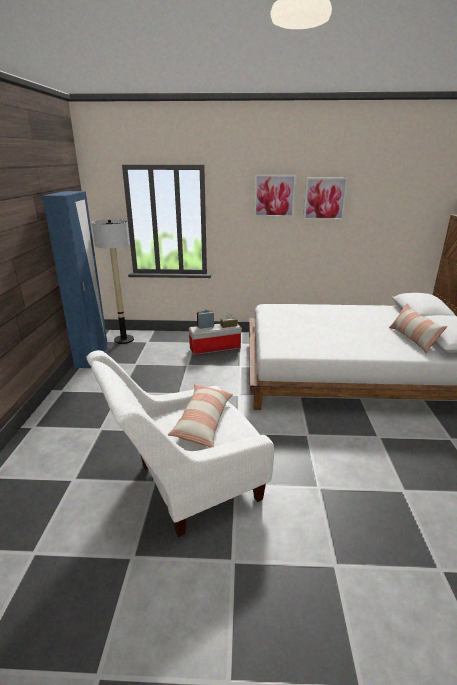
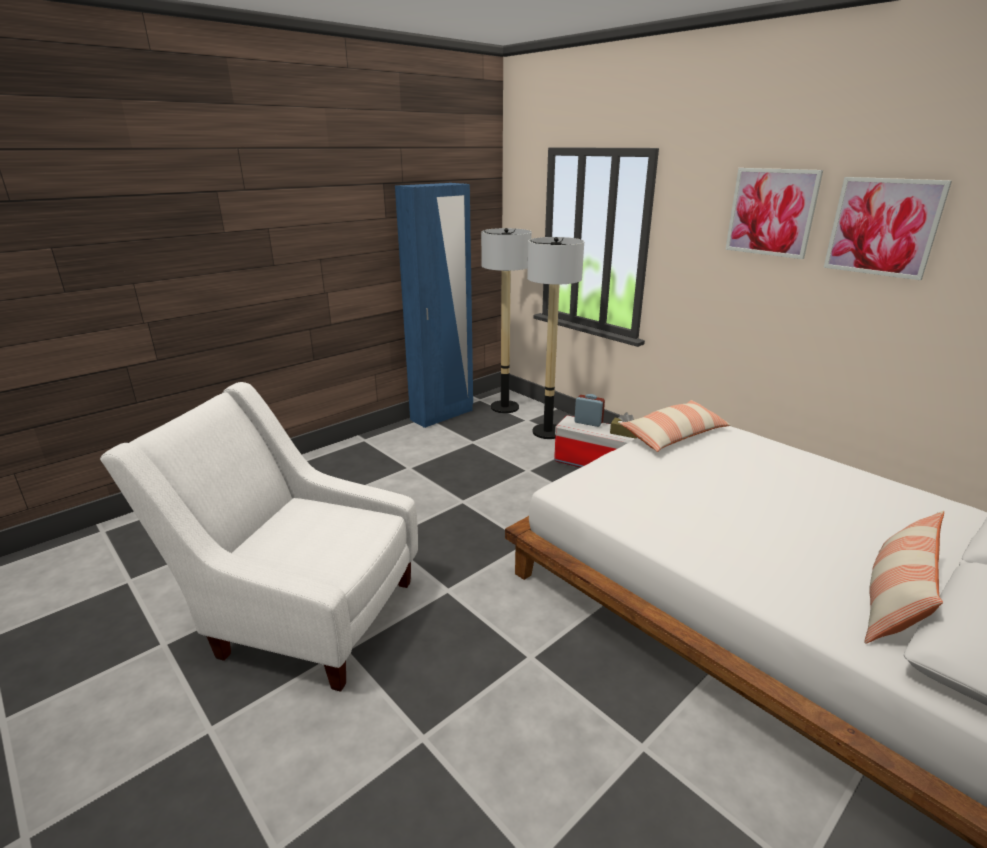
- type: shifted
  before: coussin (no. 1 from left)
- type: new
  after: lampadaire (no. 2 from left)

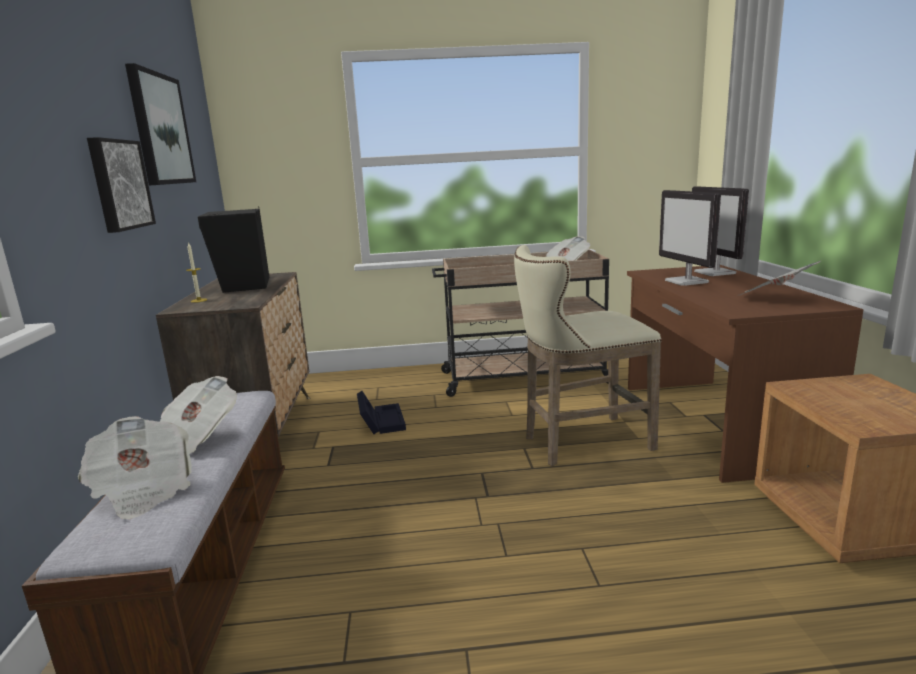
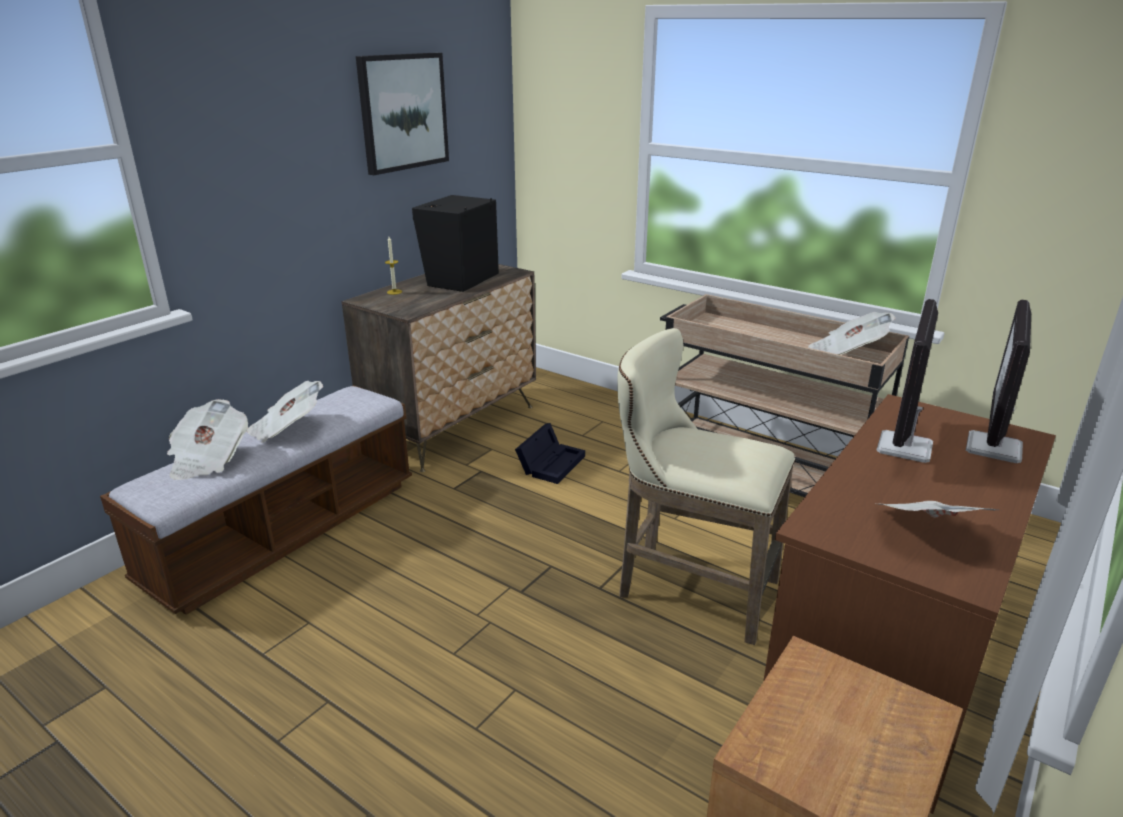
- type: gone
  before: tableau (no. 1 from left)

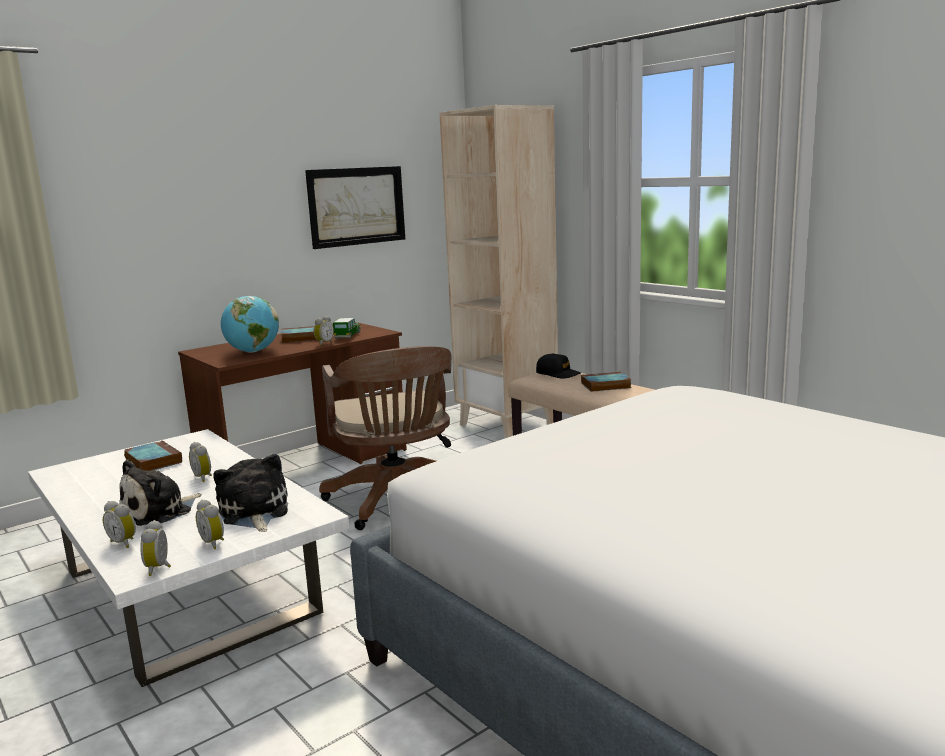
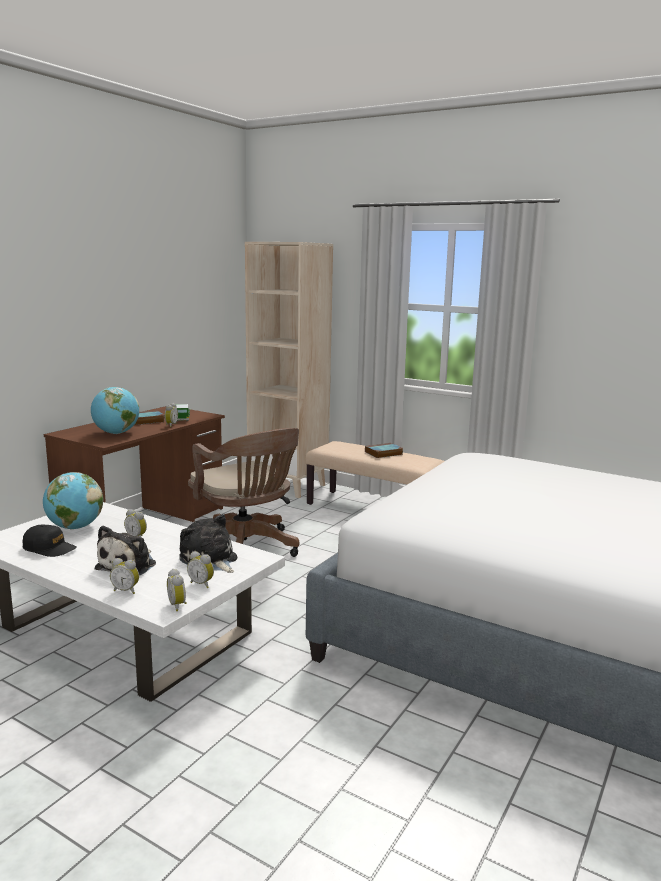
- type: gone
  before: tableau
- type: shifted
  before: casquette (noir)
- type: swapped
  before: livre (no. 1 from left)
  after: globe (no. 1 from left)

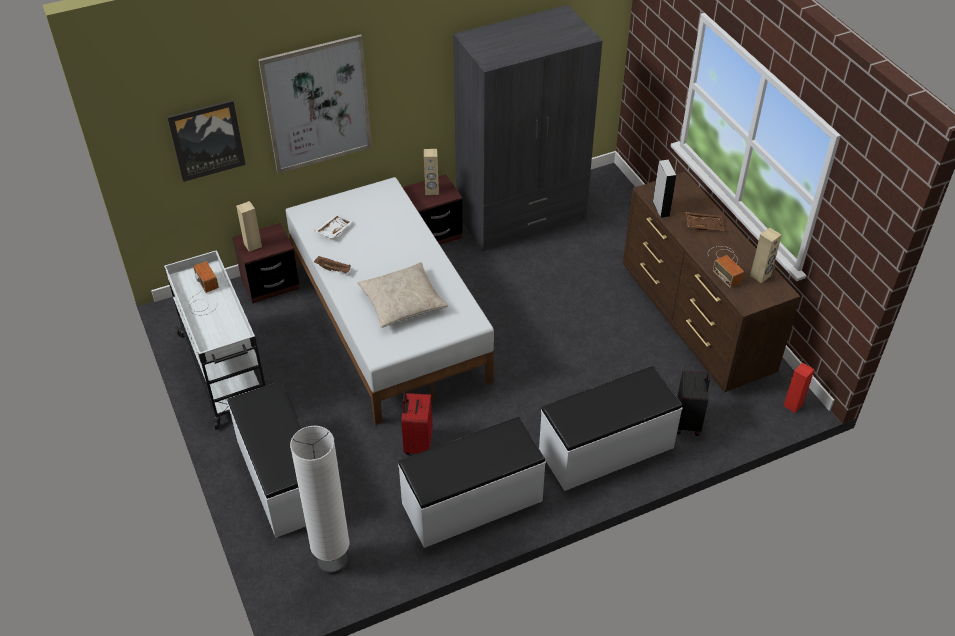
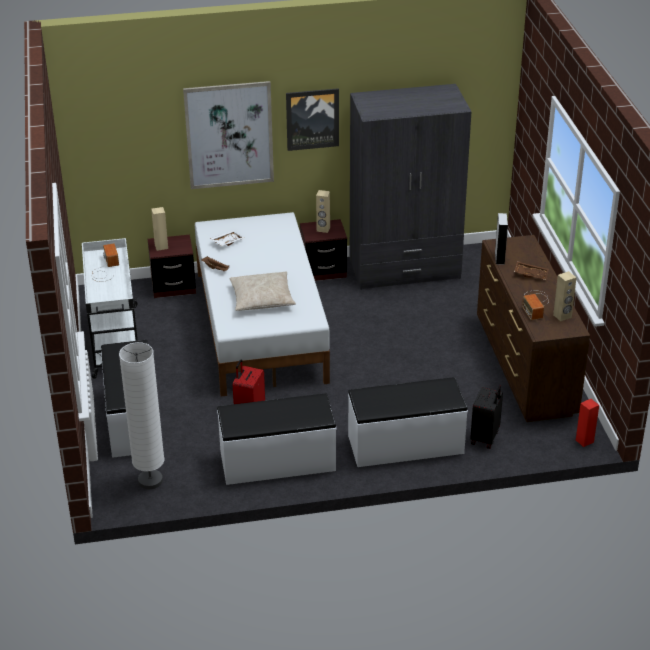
- type: shifted
  before: tableau (no. 1 from left in the first image)
  after: tableau (no. 2 from left)

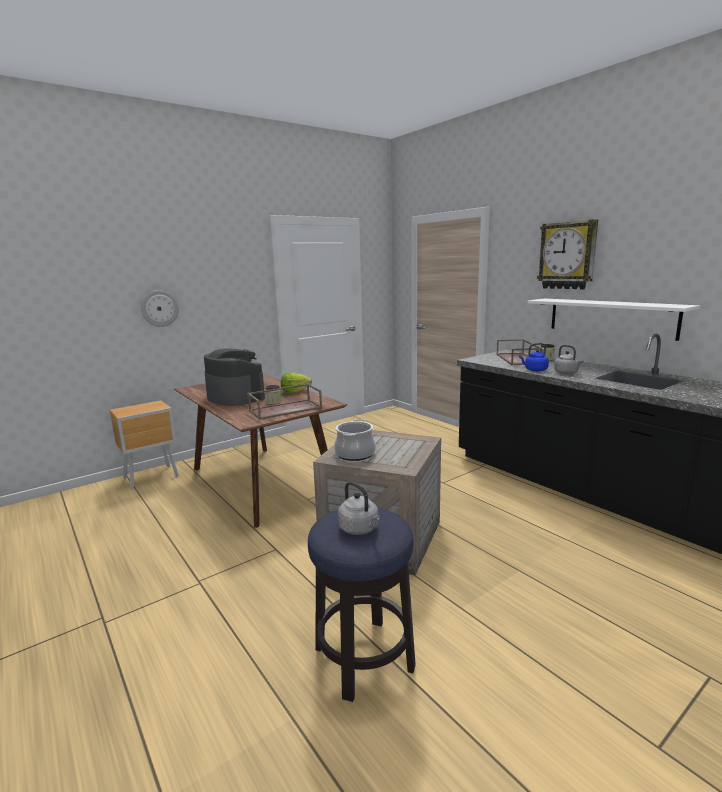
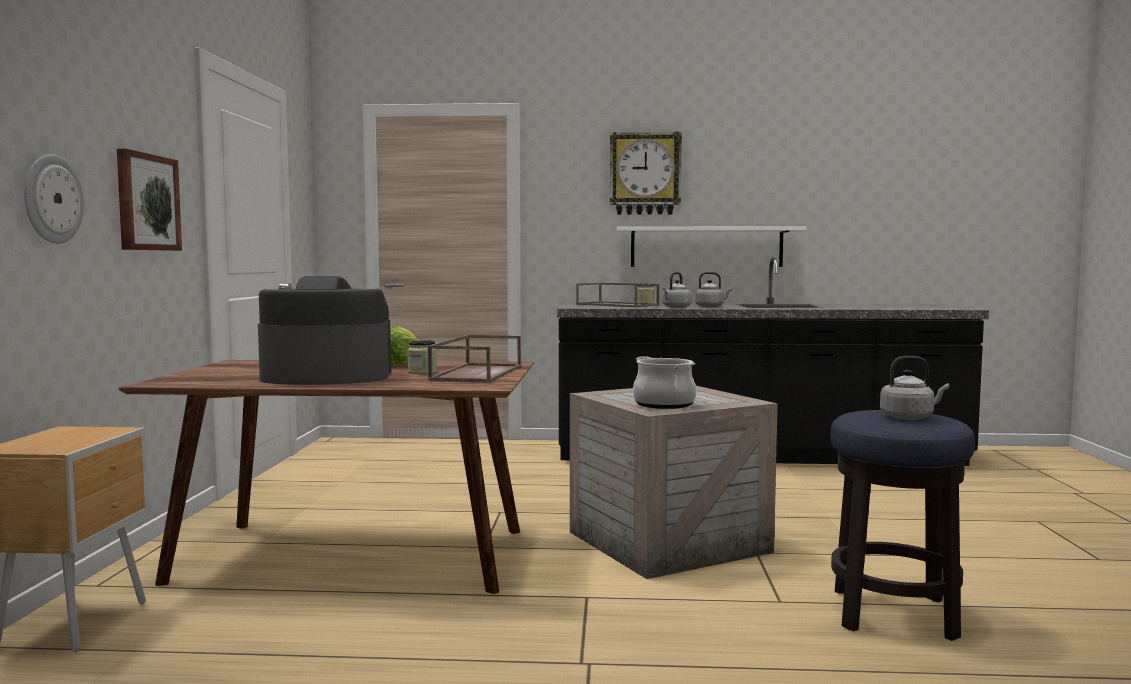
- type: repainted
  before: bouilloire (bleu)
  after: bouilloire (gris) (no. 1 from left)
- type: new
  after: tableau

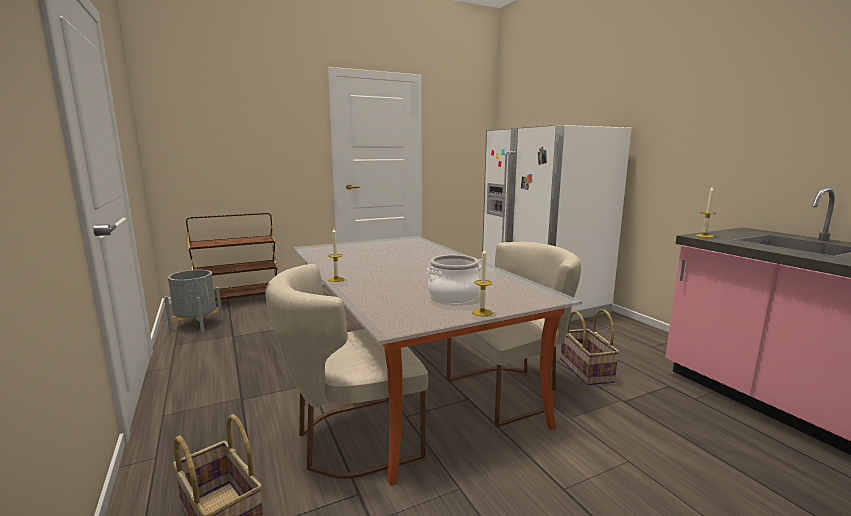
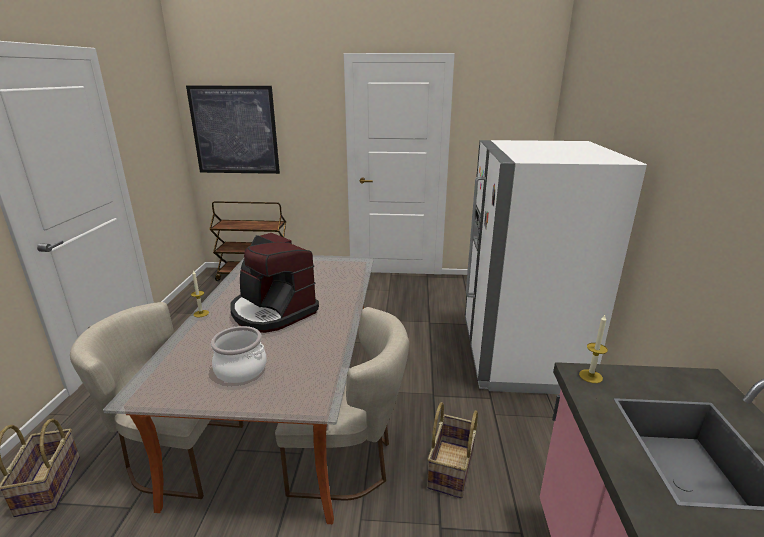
- type: gone
  before: bougie (no. 2 from left)
- type: gone
  before: cache-pot (gris)
- type: new
  after: tableau
- type: new
  after: machine à café

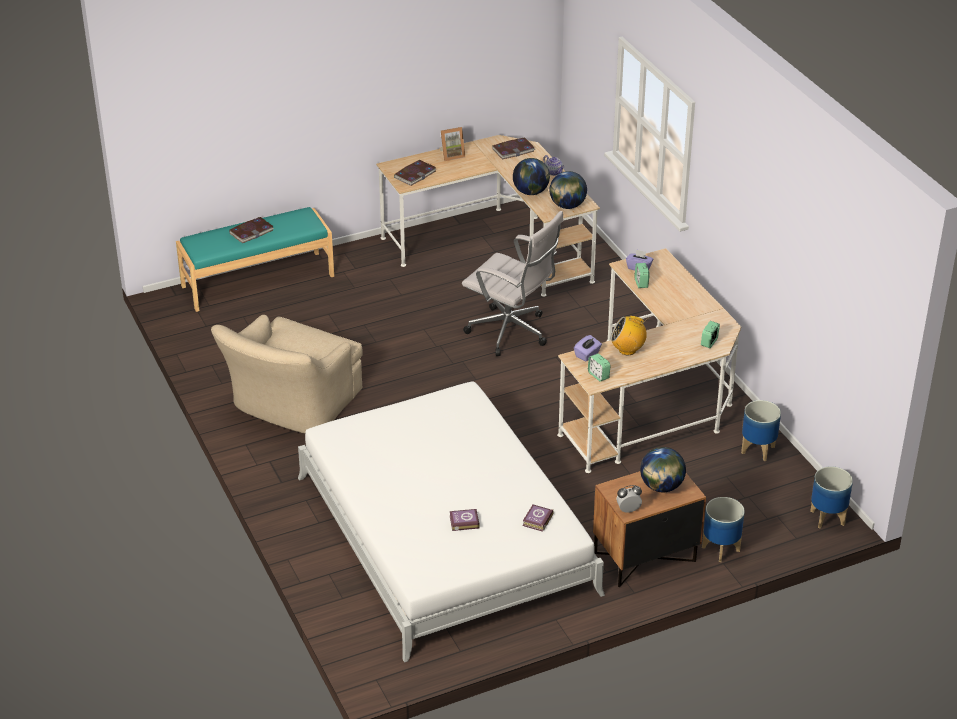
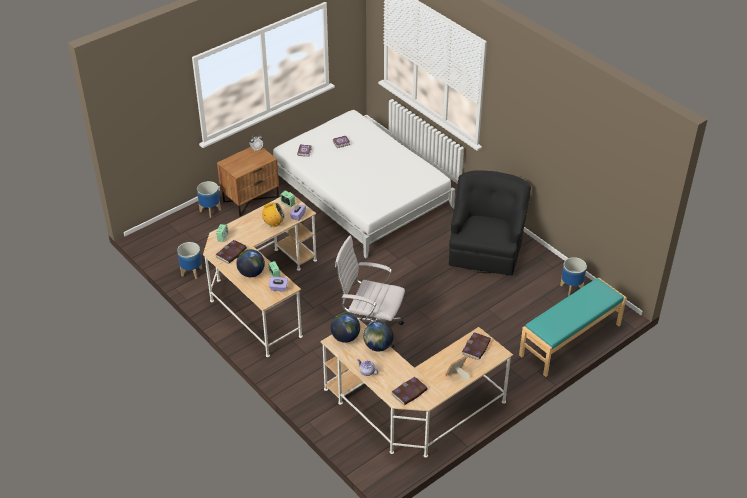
- type: shifted
  before: livre (no. 1 from left)
- type: repainted
  before: fauteuil (beige)
  after: fauteuil (noir)
- type: shifted
  before: globe (no. 3 from left in the first image)
  after: globe (no. 1 from left)
- type: shifted
  before: cache-pot (no. 3 from left)

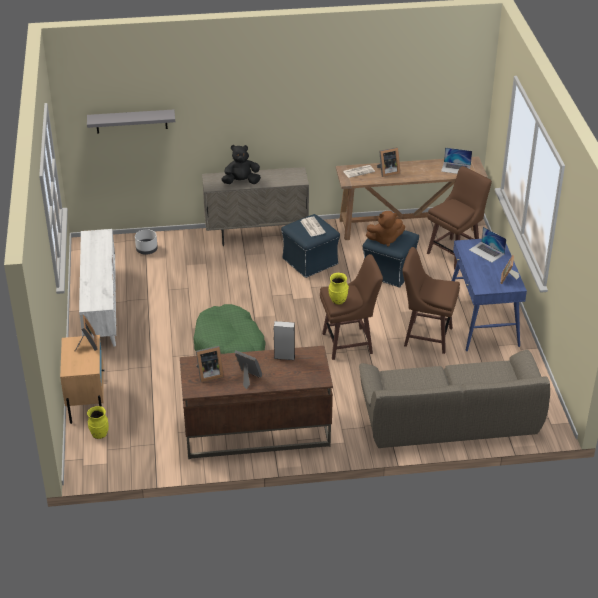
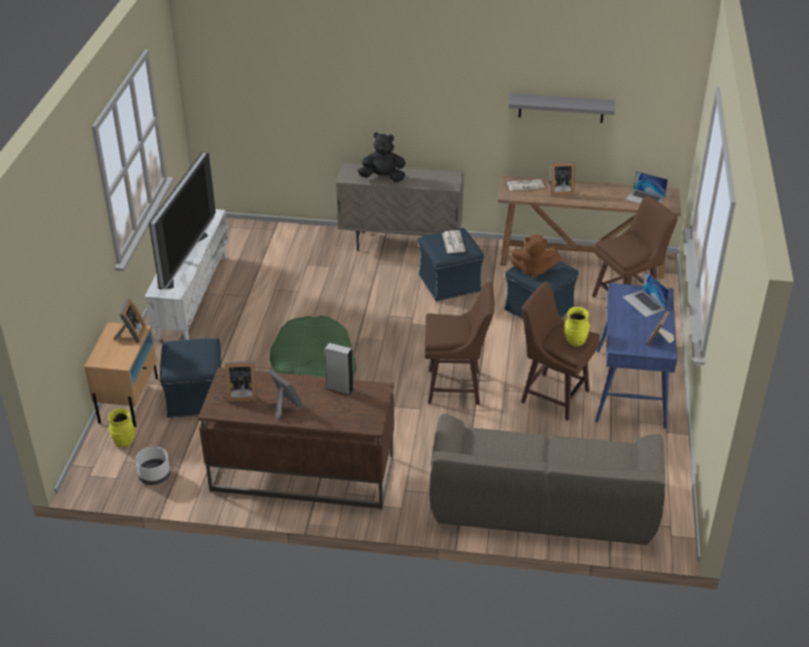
- type: shifted
  before: étagère (gris)
- type: shifted
  before: cache-pot (blanc)
- type: shifted
  before: vase (jaune) (no. 2 from left)
- type: new
  after: téléviseur
- type: new
  after: pouf (bleu) (no. 1 from left)

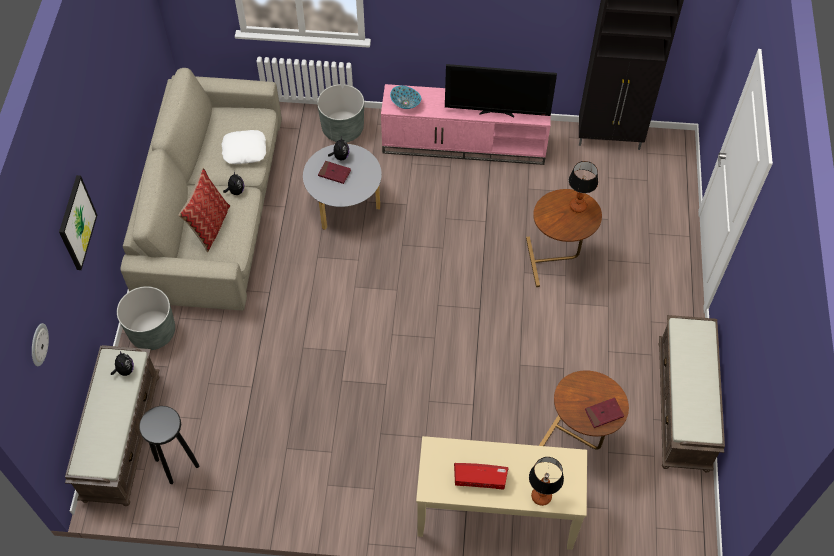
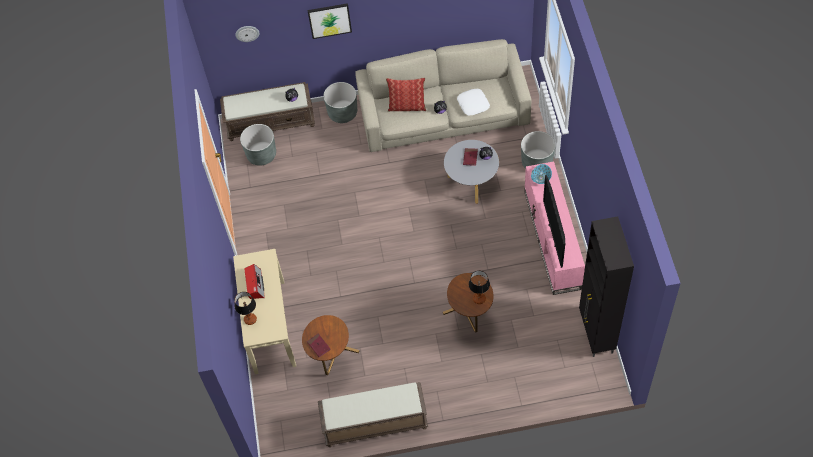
- type: swapped
  before: tabouret (noir)
  after: cache-pot (gris) (no. 1 from left)

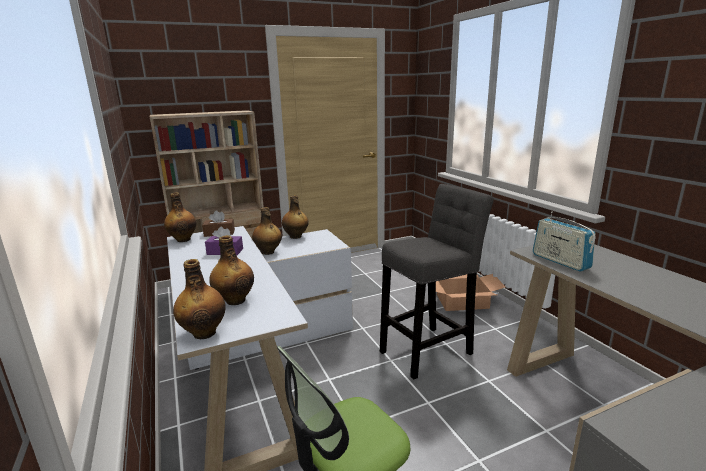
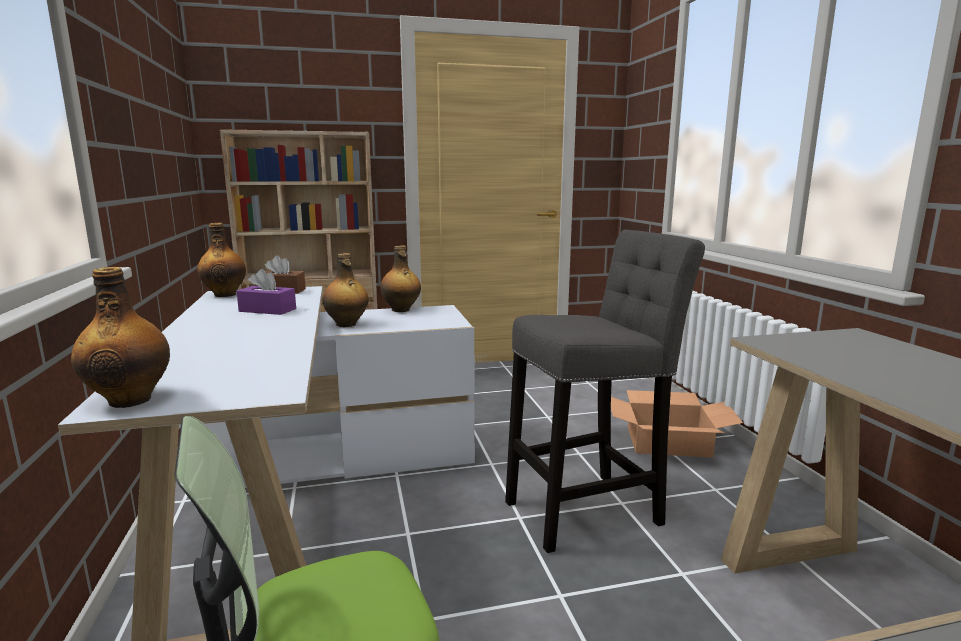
- type: gone
  before: radio
- type: gone
  before: bouteille (no. 3 from left)

